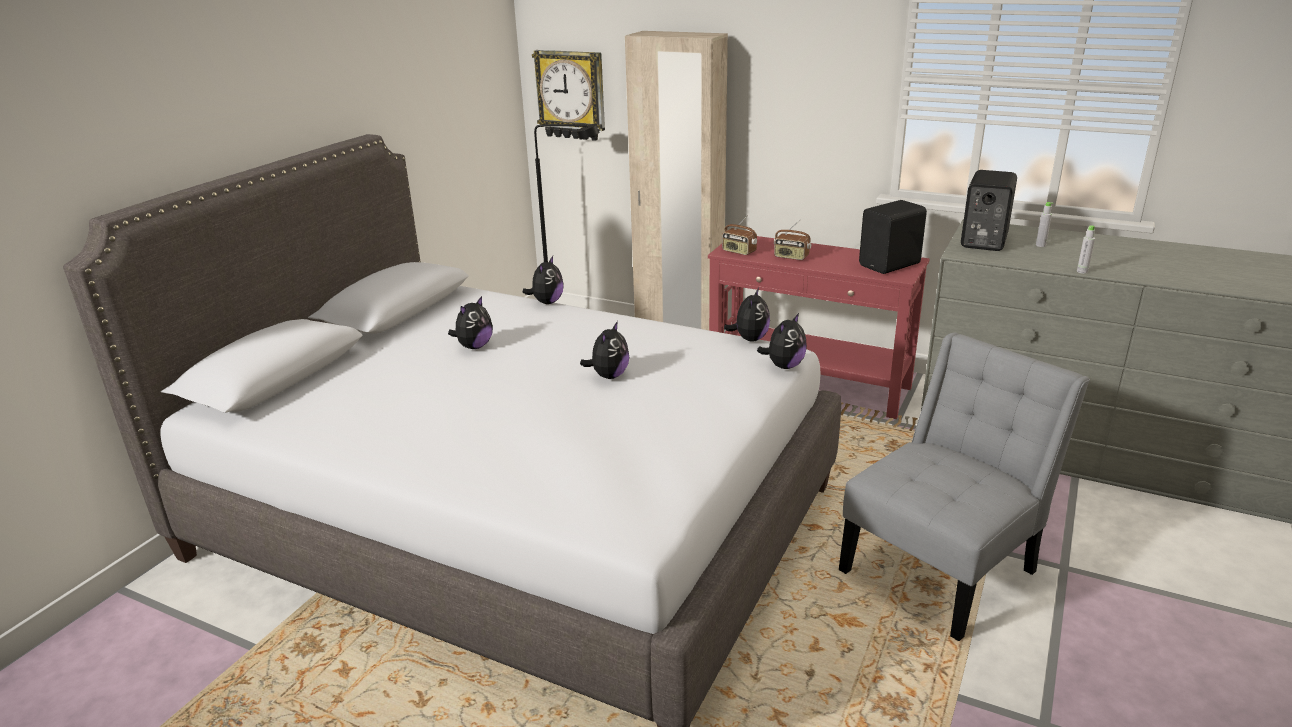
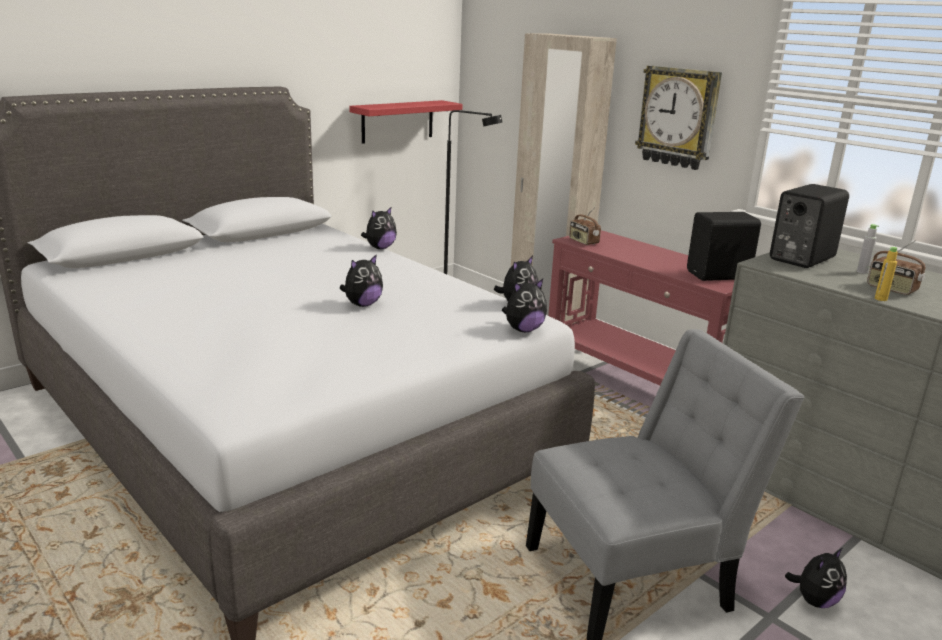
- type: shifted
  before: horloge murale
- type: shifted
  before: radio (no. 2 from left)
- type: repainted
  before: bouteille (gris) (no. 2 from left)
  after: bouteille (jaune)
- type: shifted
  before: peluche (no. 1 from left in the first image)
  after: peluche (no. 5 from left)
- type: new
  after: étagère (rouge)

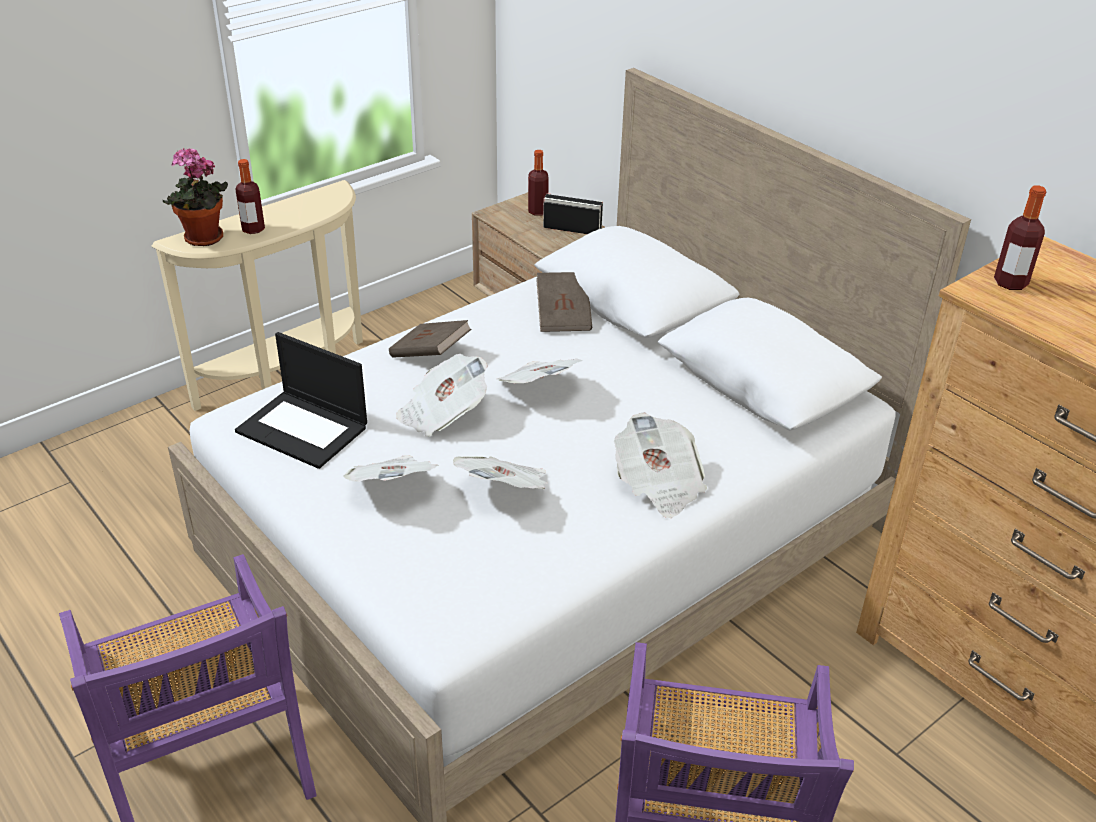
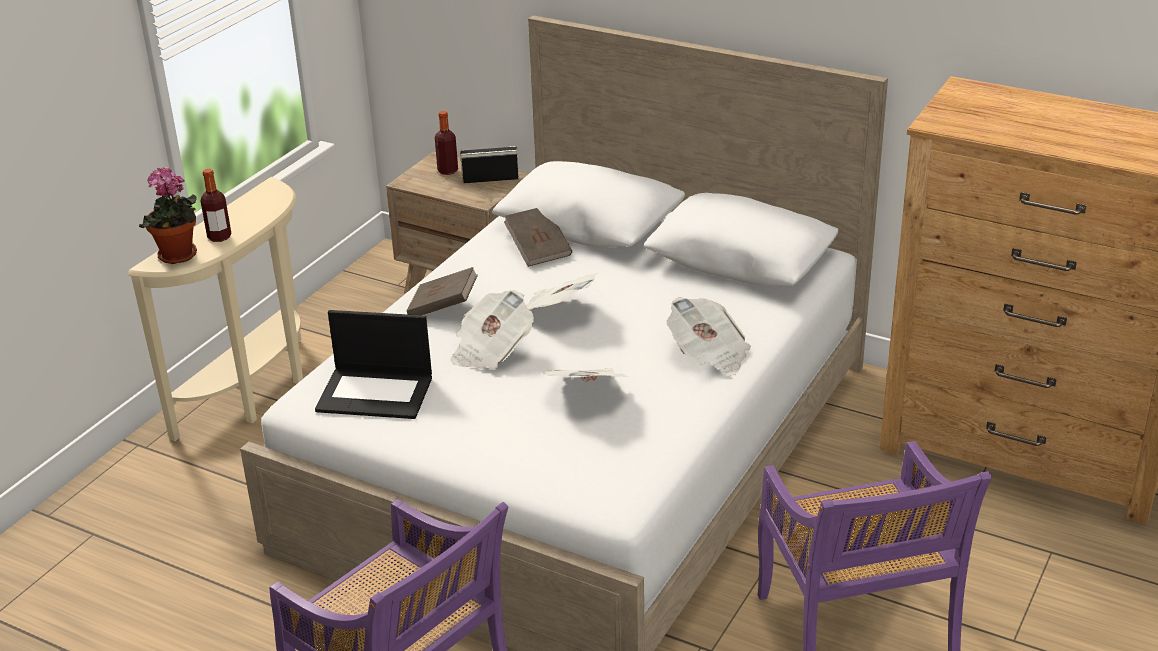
- type: gone
  before: bouteille (no. 3 from left)
- type: gone
  before: journal (no. 1 from left)

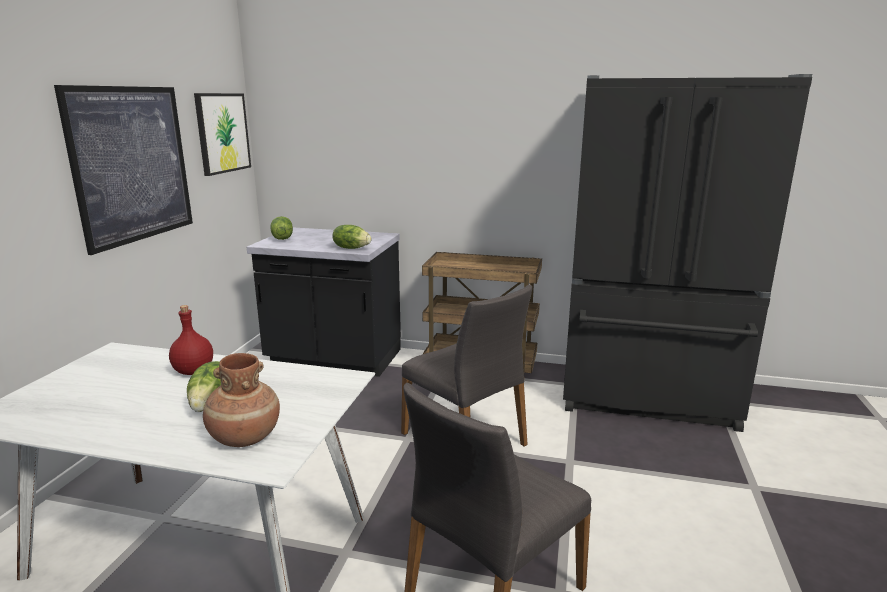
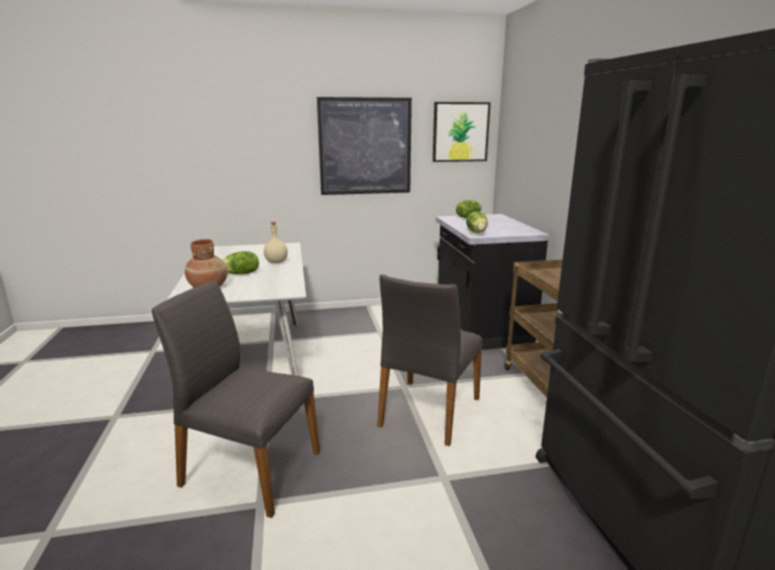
- type: repainted
  before: bouteille (rouge)
  after: bouteille (beige)

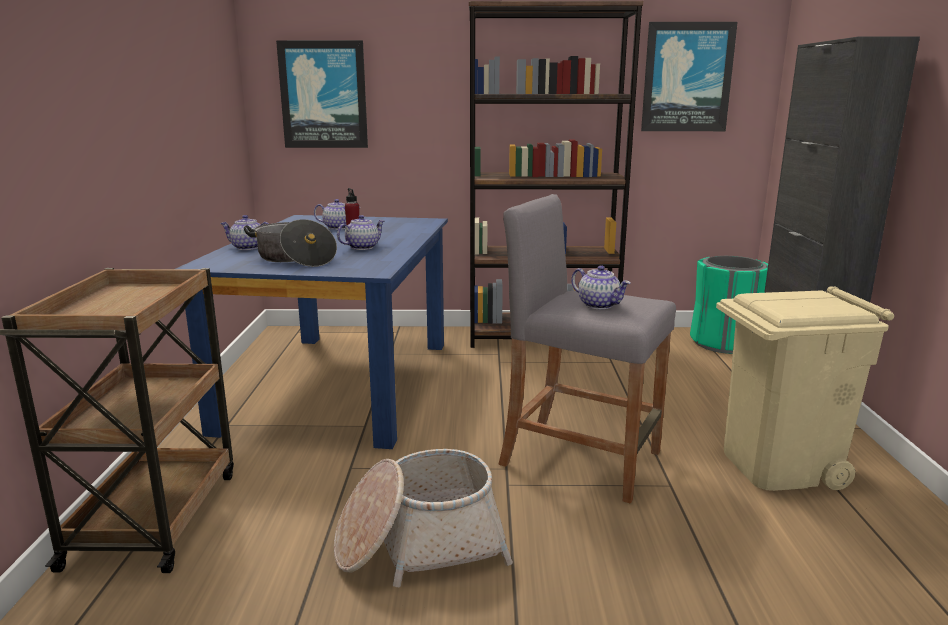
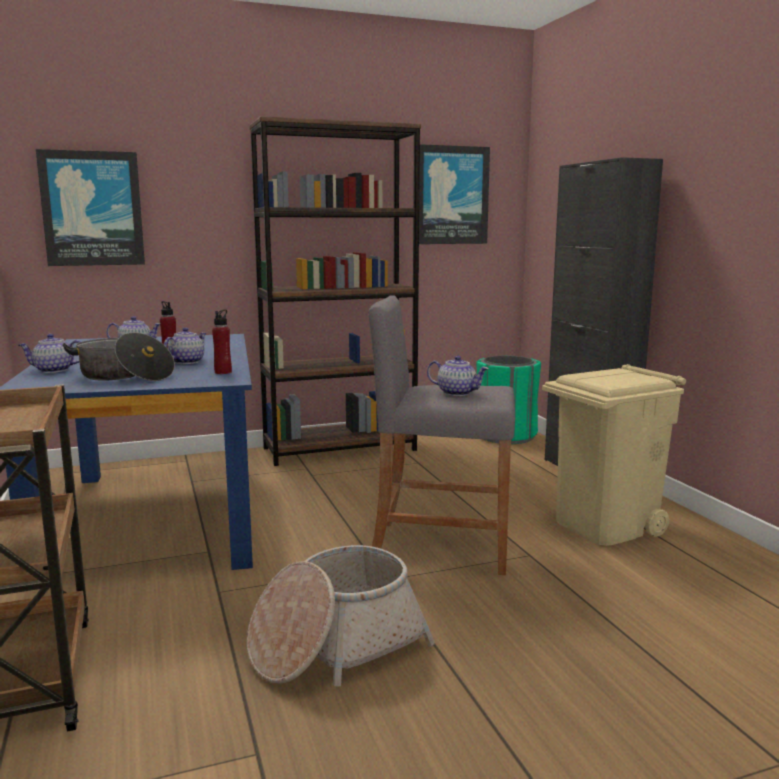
- type: new
  after: bouteille (rouge) (no. 2 from left)

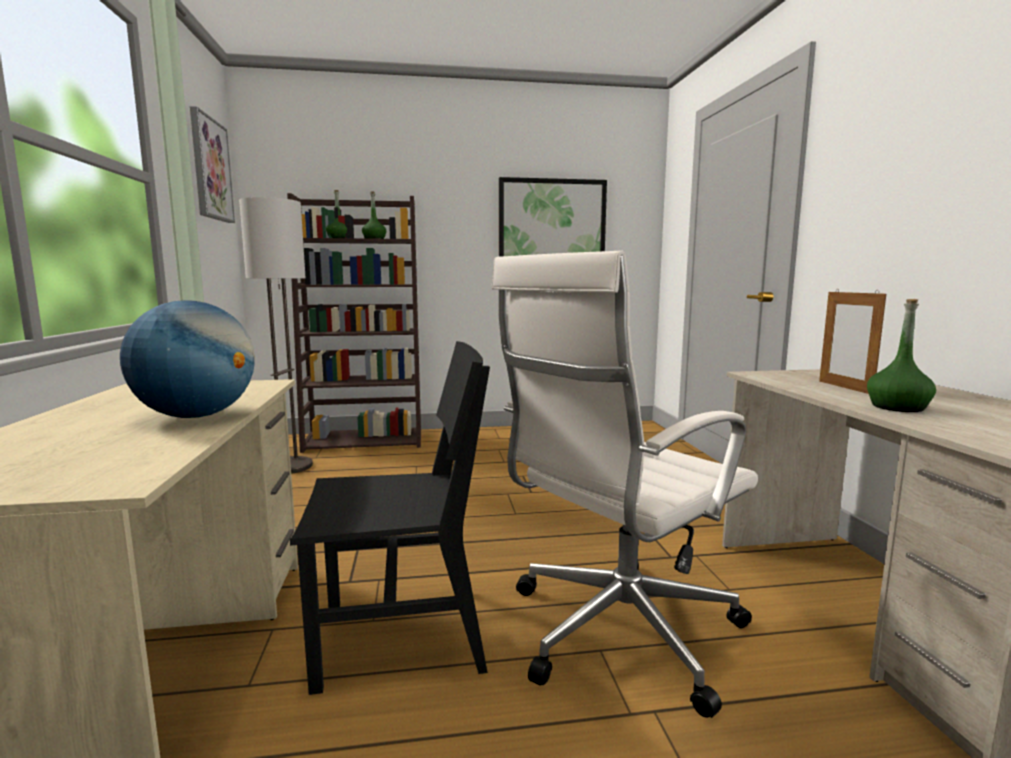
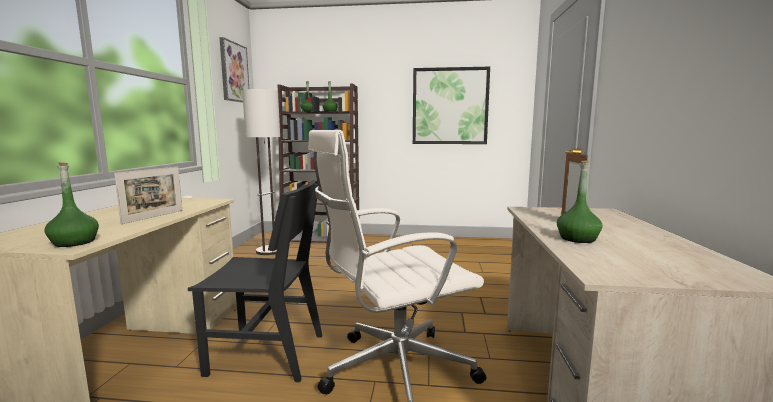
- type: swapped
  before: globe
  after: cadre photo (no. 1 from left)
- type: new
  after: bouteille (vert) (no. 1 from left)

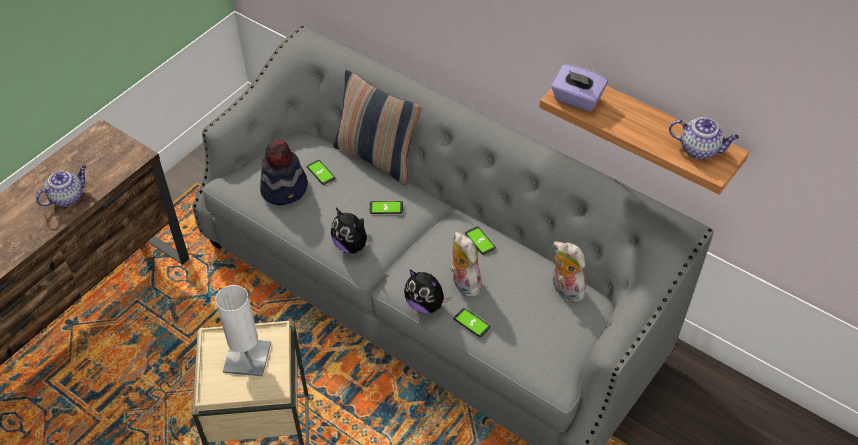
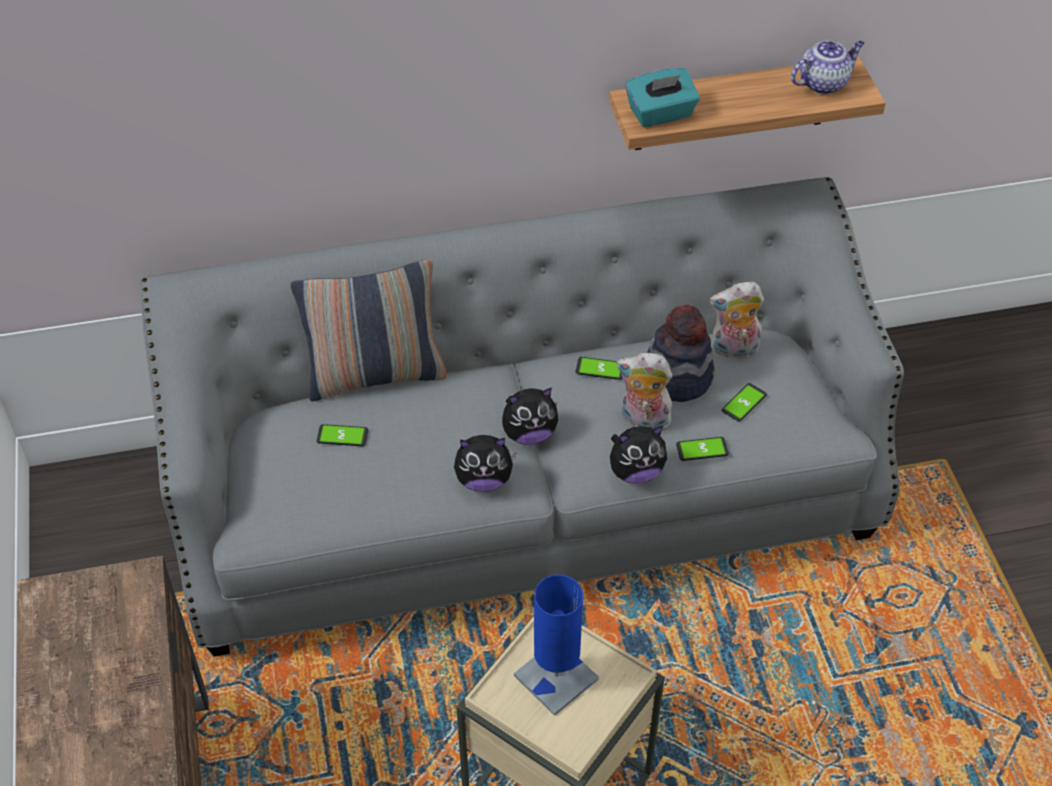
- type: repainted
  before: boîte à mouchoirs (violet)
  after: boîte à mouchoirs (turquoise)
- type: shifted
  before: chapeau
- type: gone
  before: théière (no. 1 from left)
- type: shifted
  before: téléphone (no. 2 from left in the first image)
  after: téléphone (no. 4 from left)
- type: repainted
  before: lampe de table (blanc)
  after: lampe de table (bleu)
- type: new
  after: peluche (no. 2 from left)

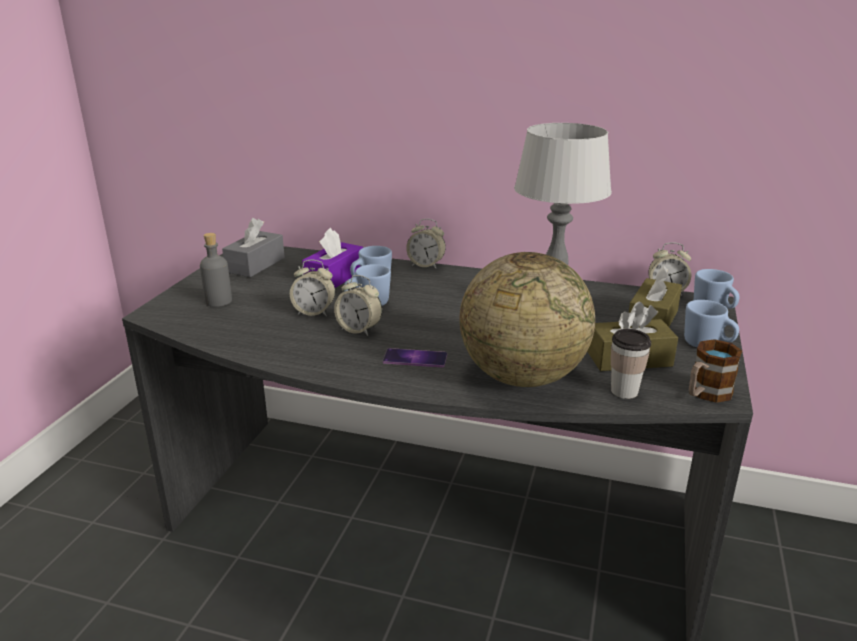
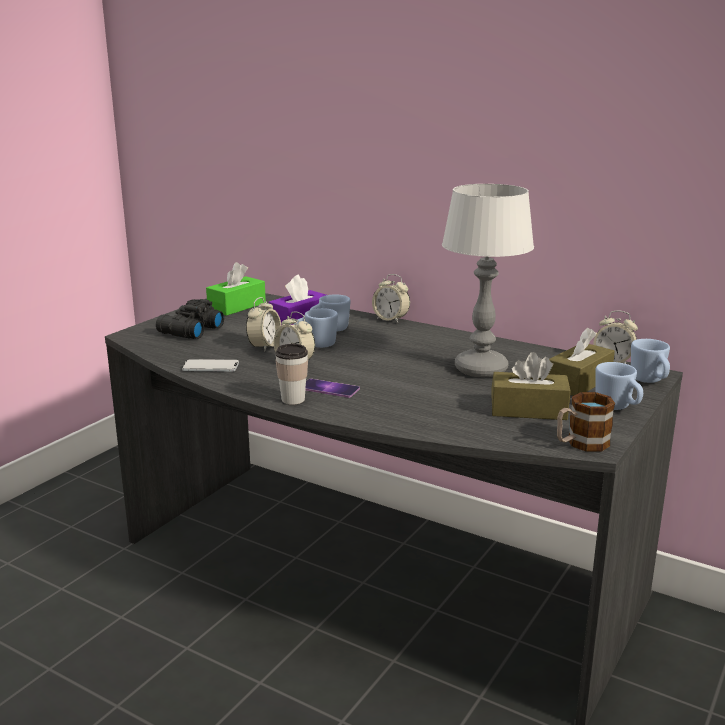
- type: repainted
  before: boîte à mouchoirs (gris)
  after: boîte à mouchoirs (vert)
- type: swapped
  before: bouteille (gris)
  after: jumelles (noir)
- type: gone
  before: globe
- type: rotated
  before: réveil (no. 1 from left)
  turn: -90
- type: shifted
  before: tasse
- type: new
  after: téléphone (no. 1 from left)

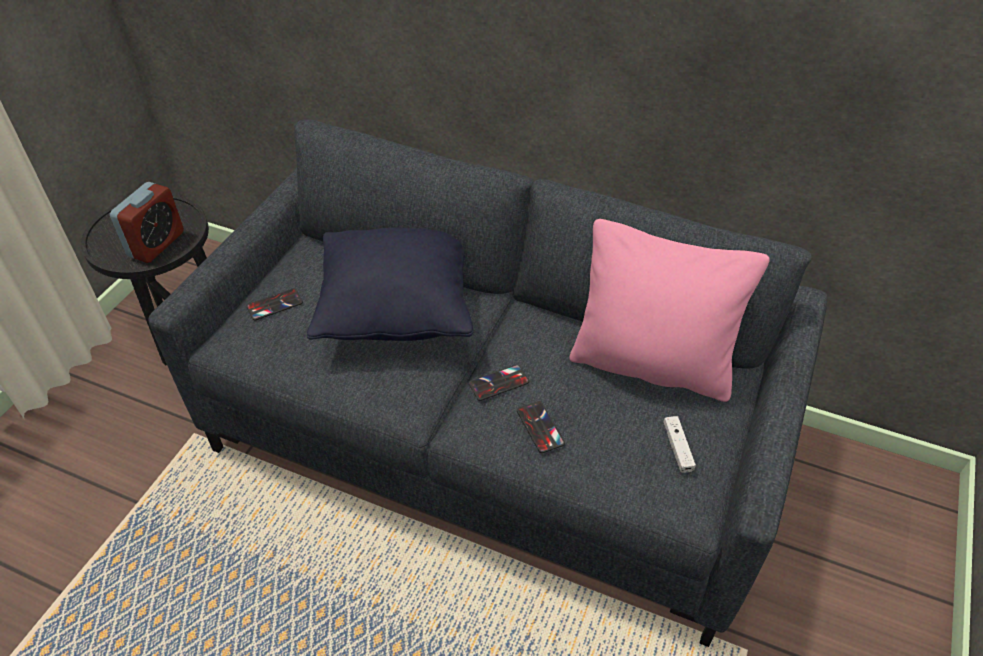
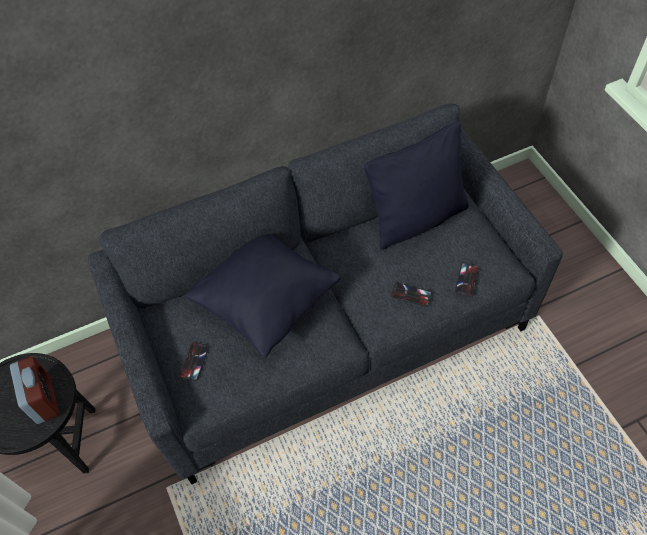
- type: repainted
  before: coussin (rose)
  after: coussin (noir) (no. 2 from left)
- type: shifted
  before: téléphone (no. 2 from left in the first image)
  after: téléphone (no. 3 from left)
- type: gone
  before: manette (blanc)

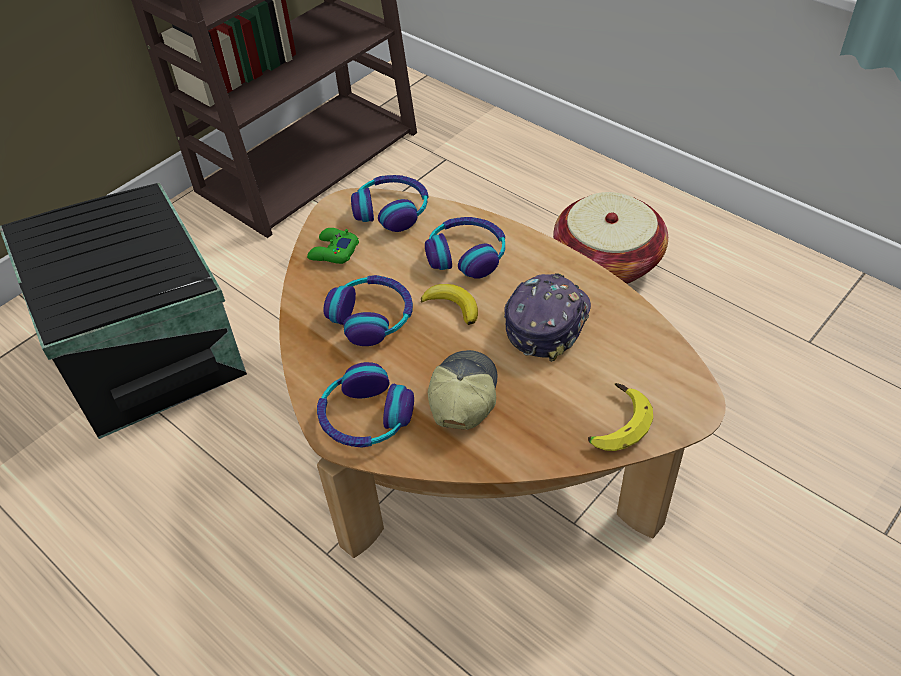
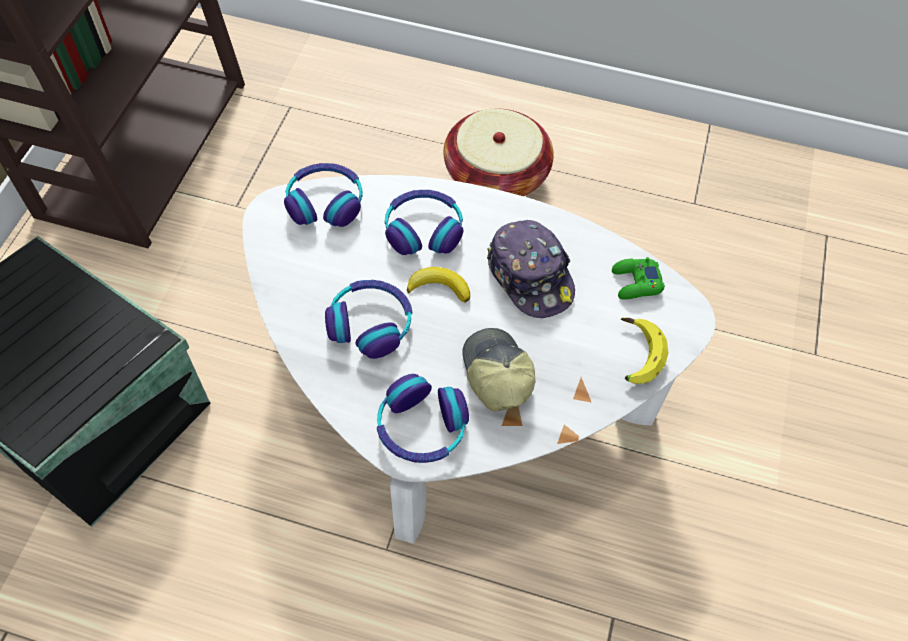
- type: repainted
  before: table basse (marron)
  after: table basse (blanc)
- type: shifted
  before: manette (vert)
- type: rotated
  before: casquette (no. 2 from left)
  turn: 150

